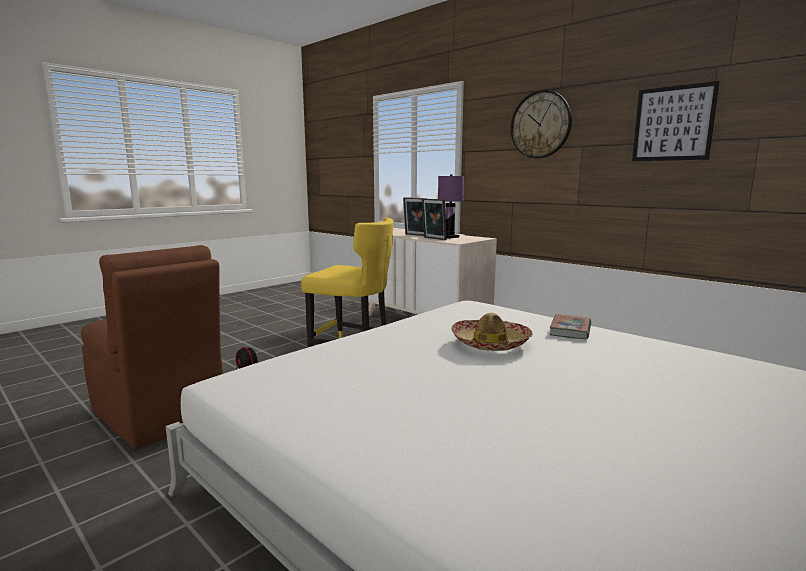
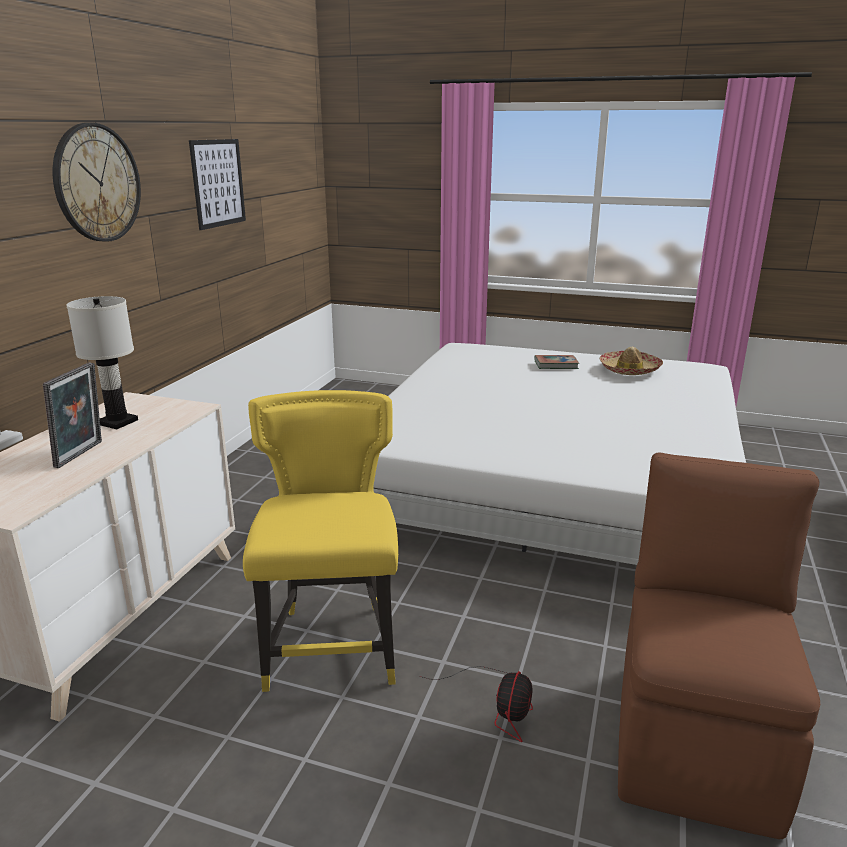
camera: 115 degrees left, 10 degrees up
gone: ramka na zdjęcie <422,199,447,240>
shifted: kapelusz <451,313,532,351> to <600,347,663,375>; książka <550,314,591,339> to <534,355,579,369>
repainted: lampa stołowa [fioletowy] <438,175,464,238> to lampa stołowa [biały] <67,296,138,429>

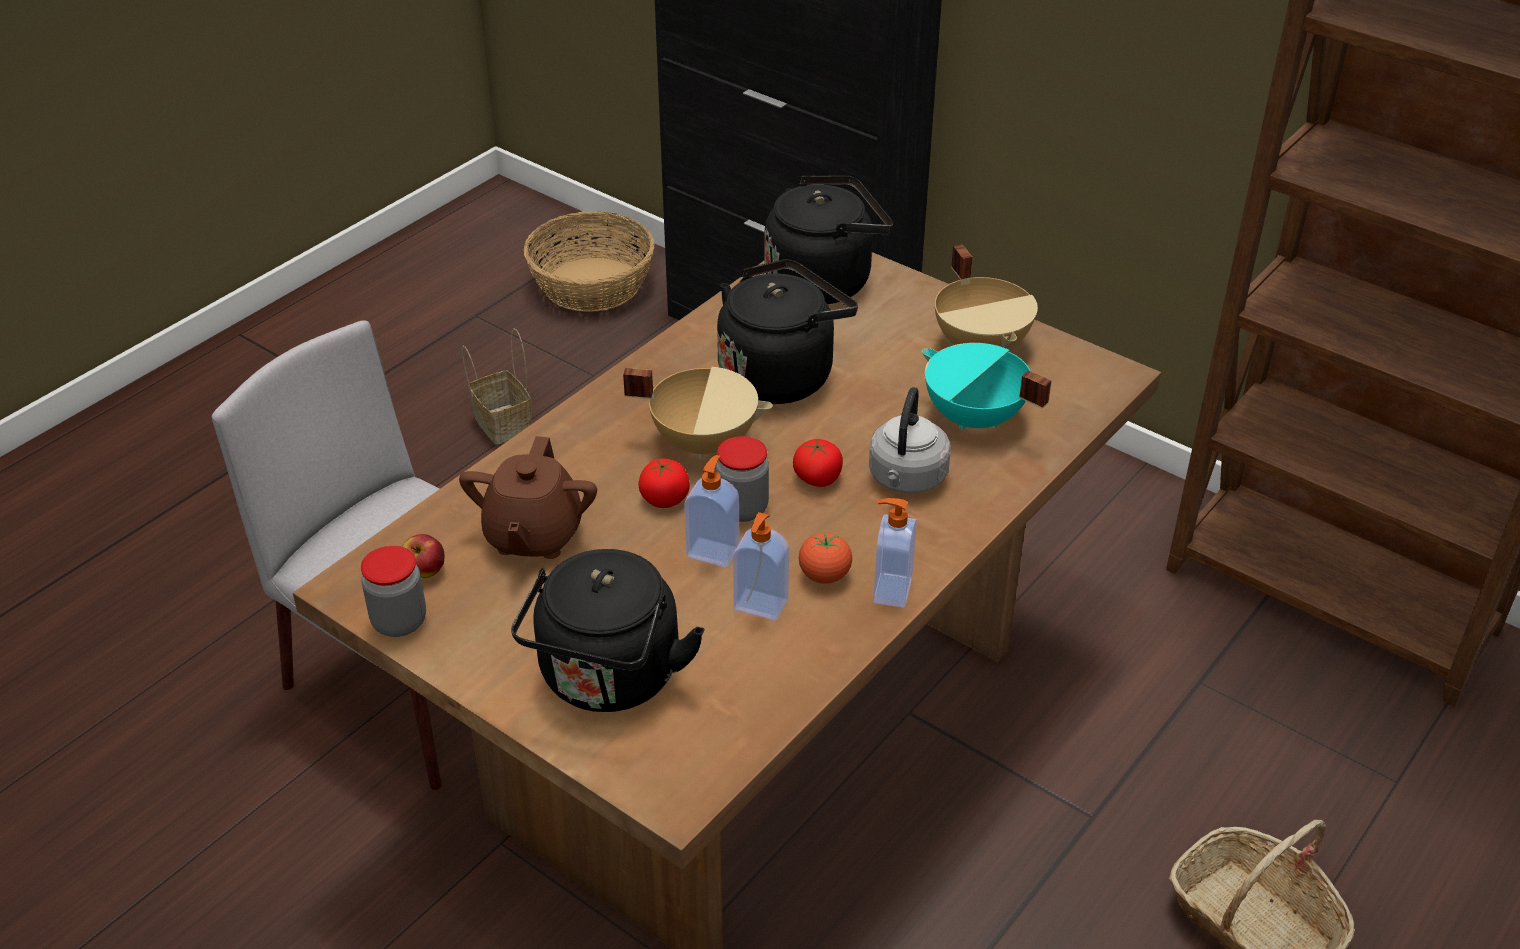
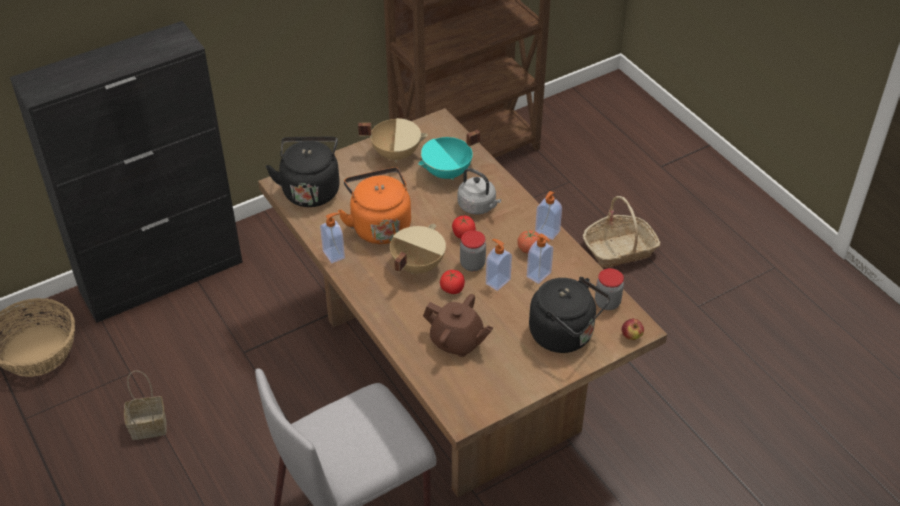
camera: 70 degrees left, 5 degrees up
new: dozownik mydła <320,213,345,263>
shifted: słoik <361,546,426,637> to <595,268,624,310>; jabłko <402,534,445,578> to <622,319,644,340>
repainted: czajnik [czarny] <717,259,858,404> to czajnik [pomarańczowy] <338,167,411,244>

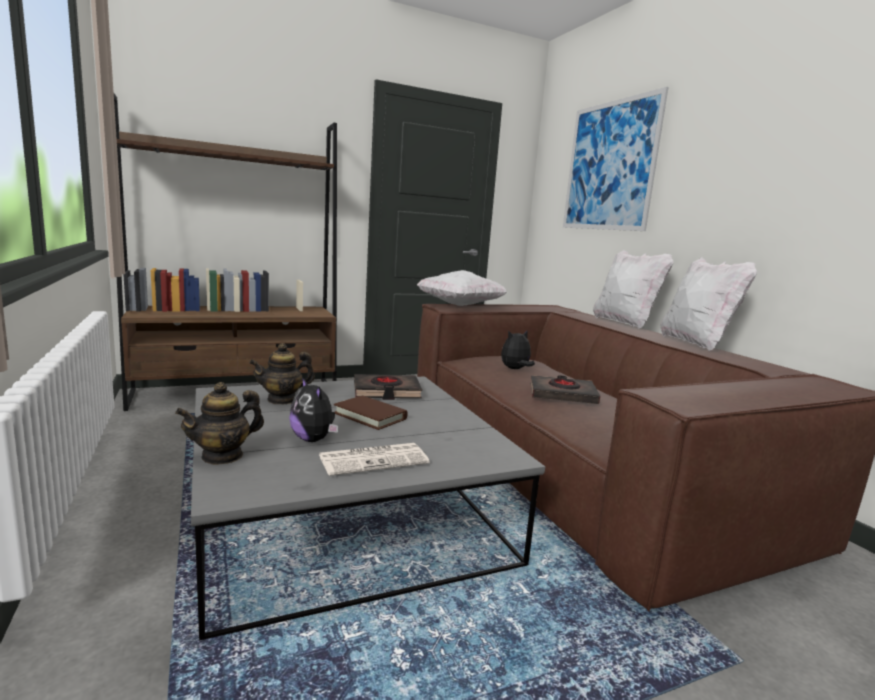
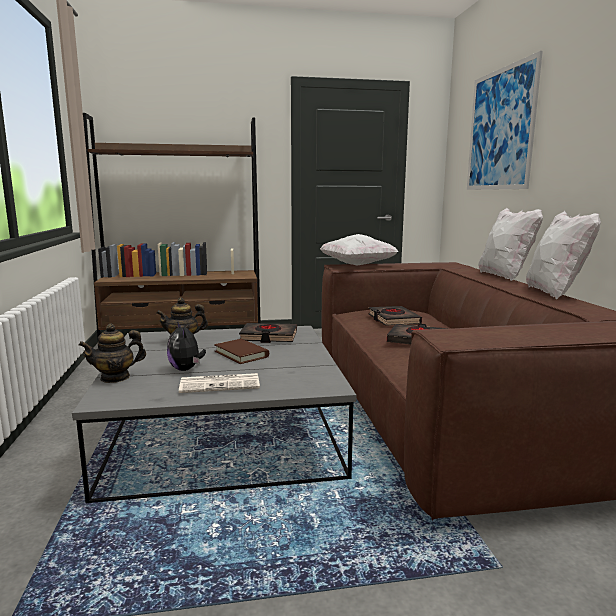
camera: 15 degrees right, 0 degrees up
swapped: pluszak <501,330,535,369> to książka [czarny] <368,306,422,326>

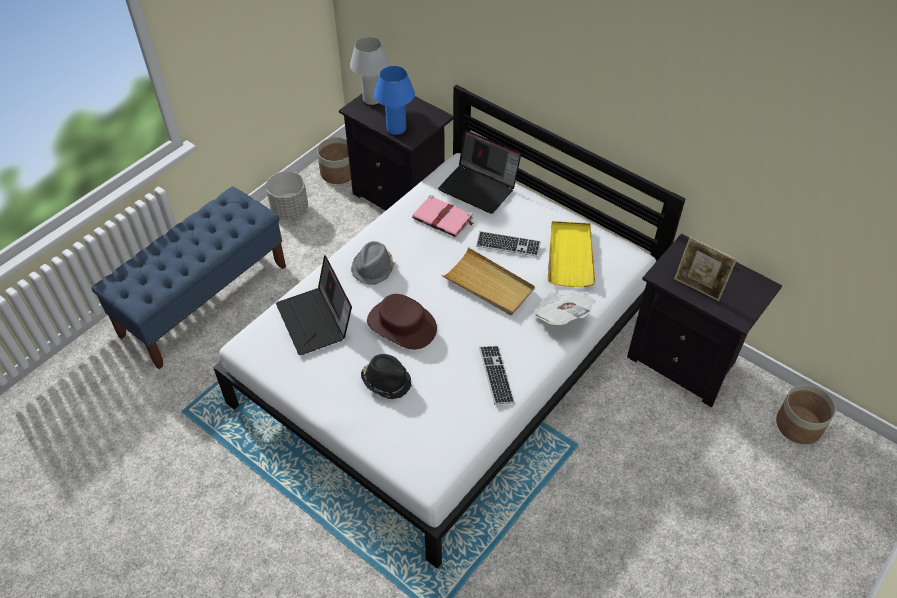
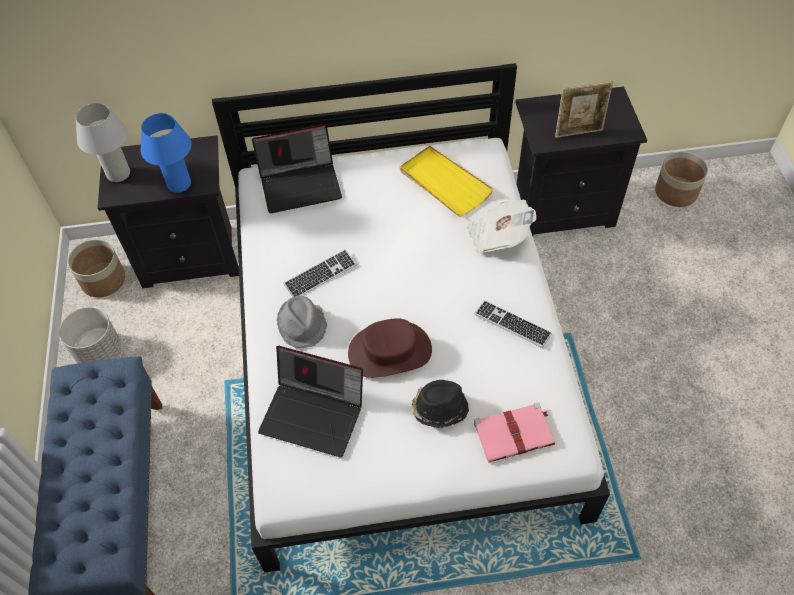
camera: 45 degrees left, 5 degrees up
gone: taca [beżowy] <441,247,535,316>
shifted: książka [różowy] <412,195,474,238> to <474,403,555,462>; klawiatura <476,231,541,257> to <283,249,357,297>

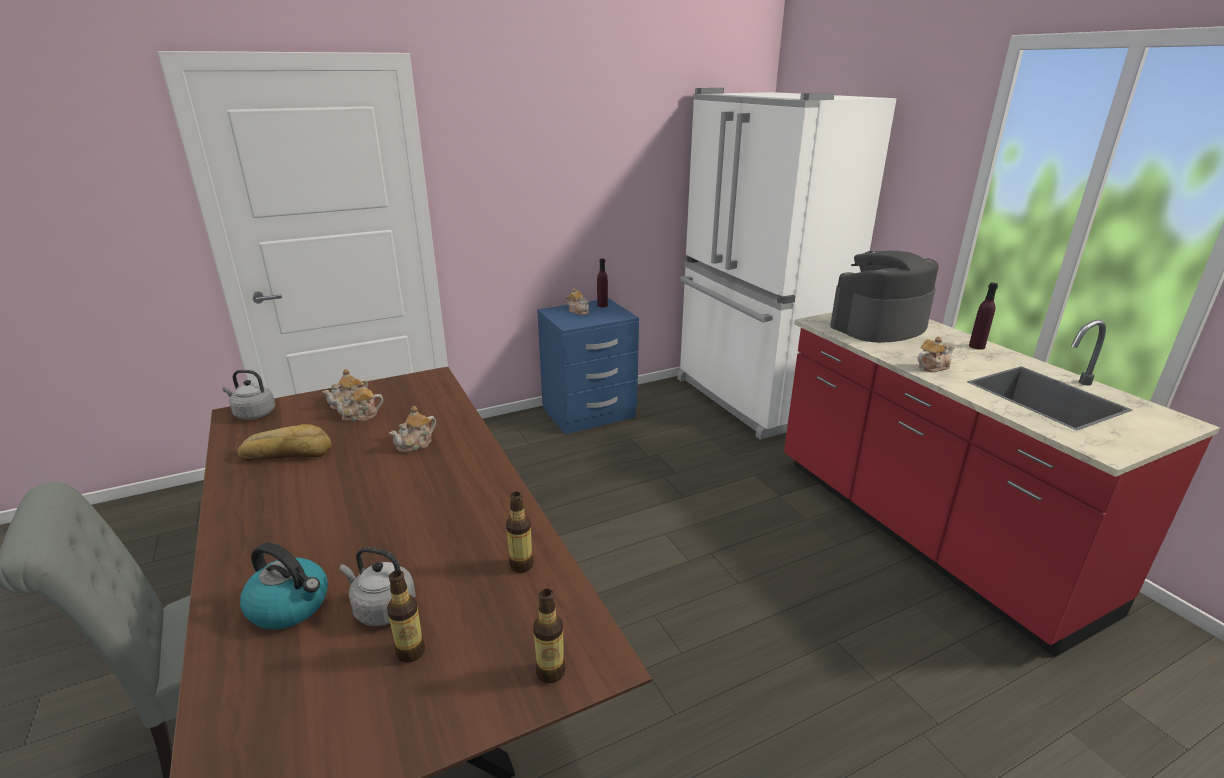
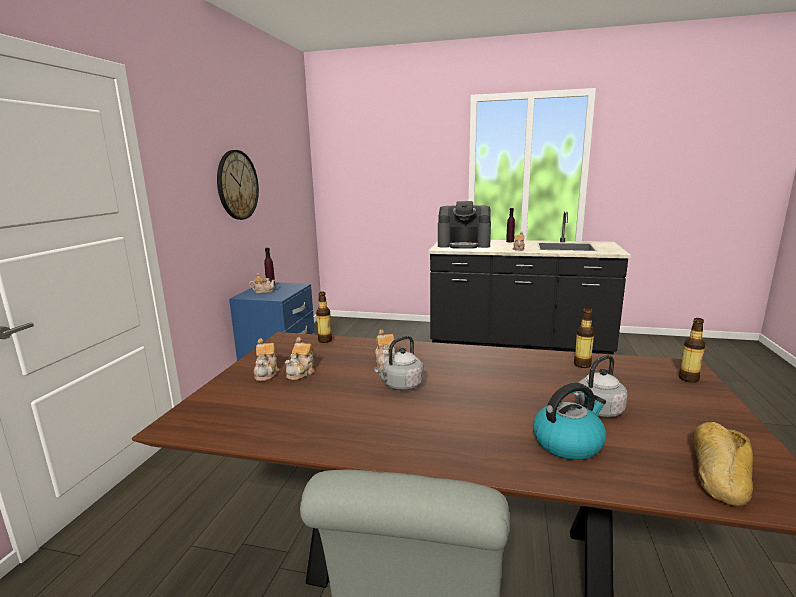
camera: 50 degrees left, 10 degrees down
gone: lodówka [biały] <677,88,897,440>
new: zegar ścienny <217,150,259,220>
shifted: czajnik [szary] <223,370,275,420> to <374,336,424,390>; chleb <237,424,332,461> to <694,422,753,507>; butelka <387,570,425,663> to <316,292,332,343>
repainted: zabudowa kuchenna [czerwony] <784,312,1220,657> to zabudowa kuchenna [czarny] <429,210,631,355>
rotated: ekspres do kawy <830,251,939,343> = <438,201,491,249> 90 degrees counterclockwise

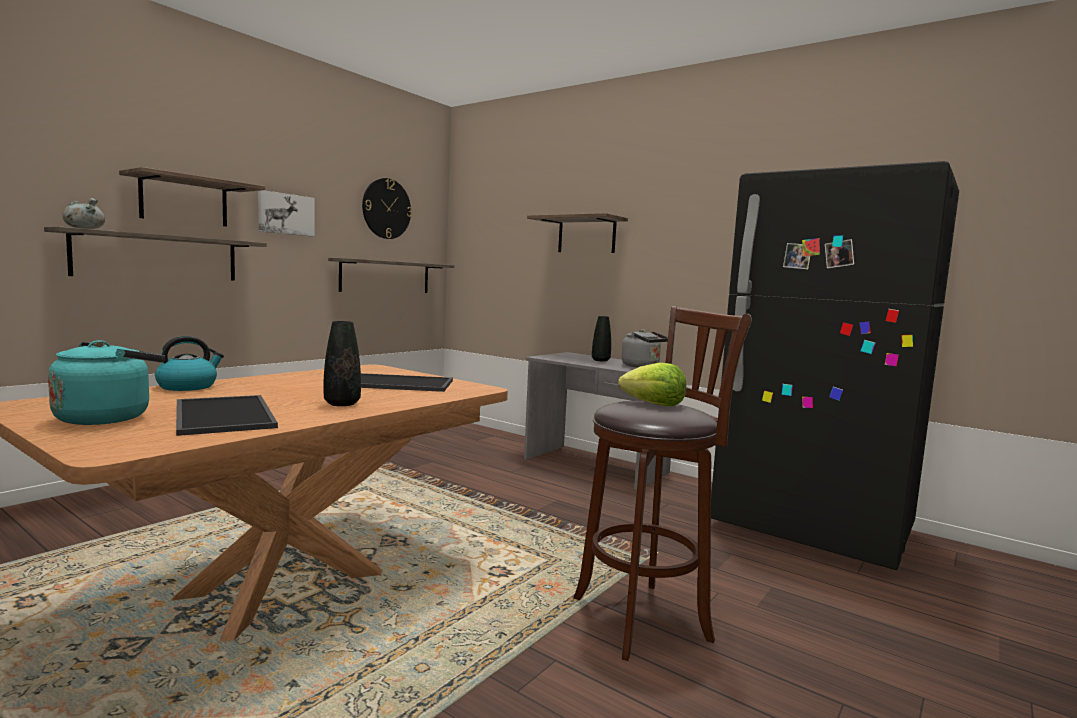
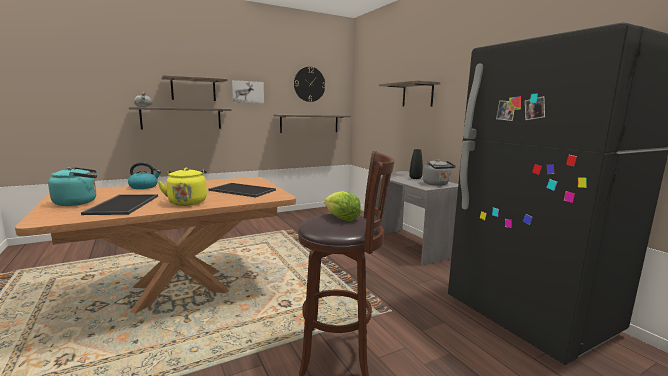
camera: 25 degrees right, 5 degrees up
swapped: wazon [czarny] <323,321,361,406> to czajnik [żółty] <157,168,207,206>

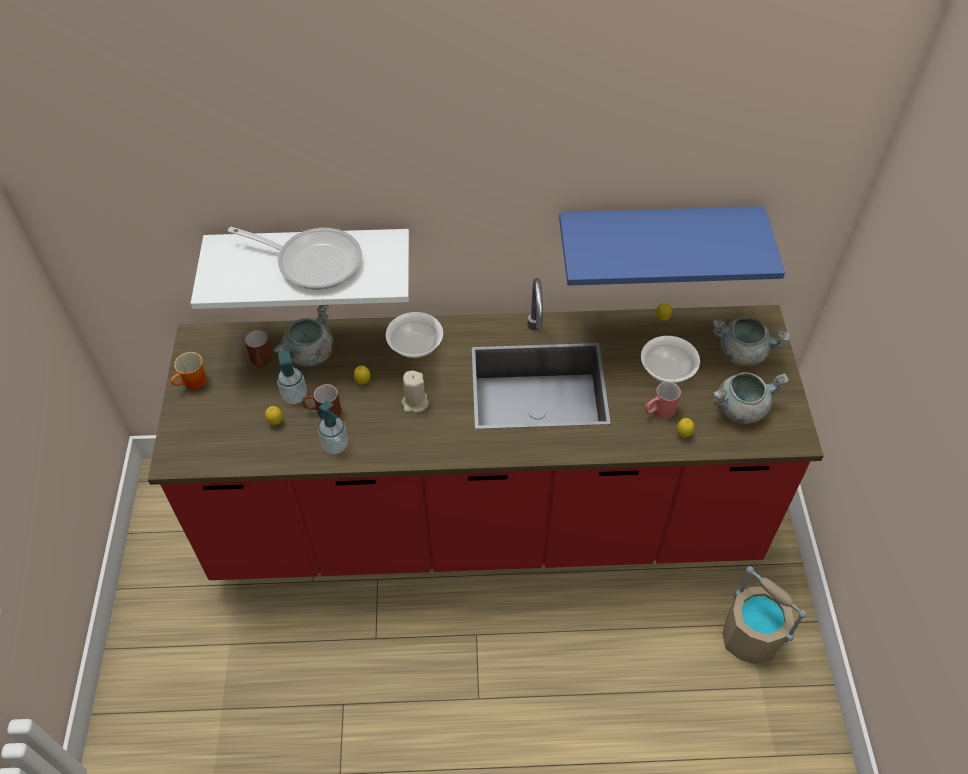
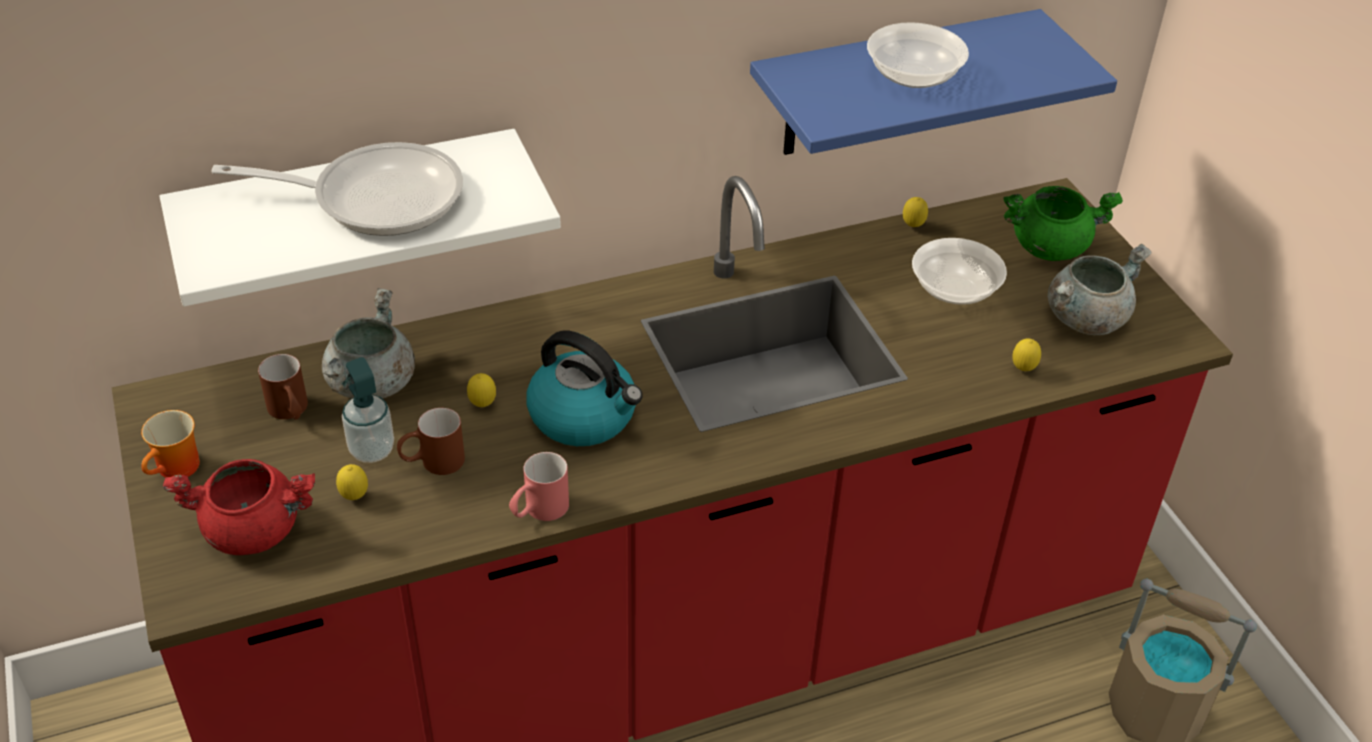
camera: 20 degrees left, 10 degrees down
gone: dozownik mydła <318,401,348,454>
new: garnek [czerwony] <163,459,315,555>
shifted: miska <386,312,443,358> to <867,22,969,88>; kubek [czerwony] <644,382,681,418> to <509,452,569,521>
swapped: świeca [beżowy] <402,371,429,413> to czajnik <526,330,643,446>
repainted: garnek [szary] <712,317,790,366> to garnek [zielony] <1003,186,1123,261>

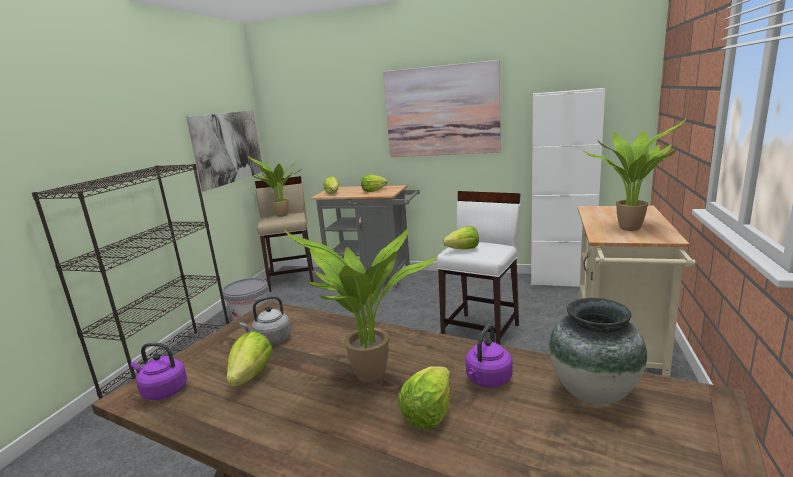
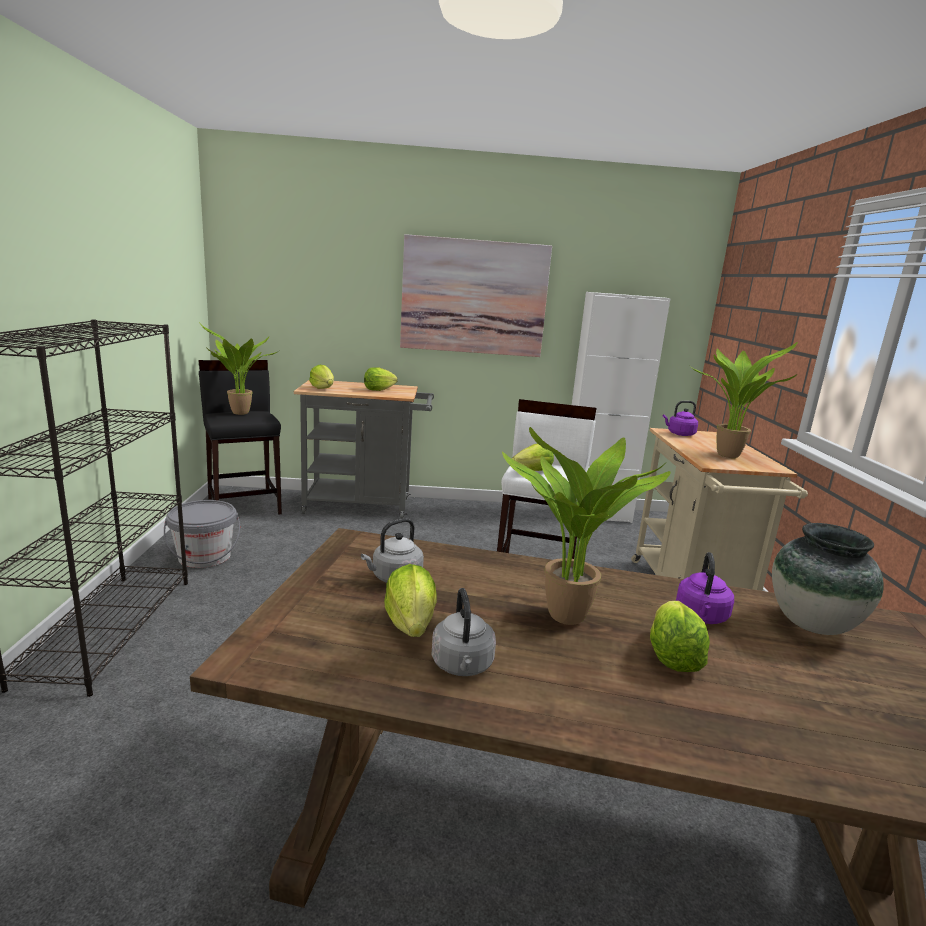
camera: 20 degrees left, 0 degrees up
gone: obraz <186,110,263,192>
new: czajnik [szary] <431,588,496,676>
shifted: czajnik [fioletowy] <131,343,187,400> to <663,401,698,436>
repainted: stołek [beżowy] <255,176,313,292> to stołek [czarny] <198,360,282,515>

